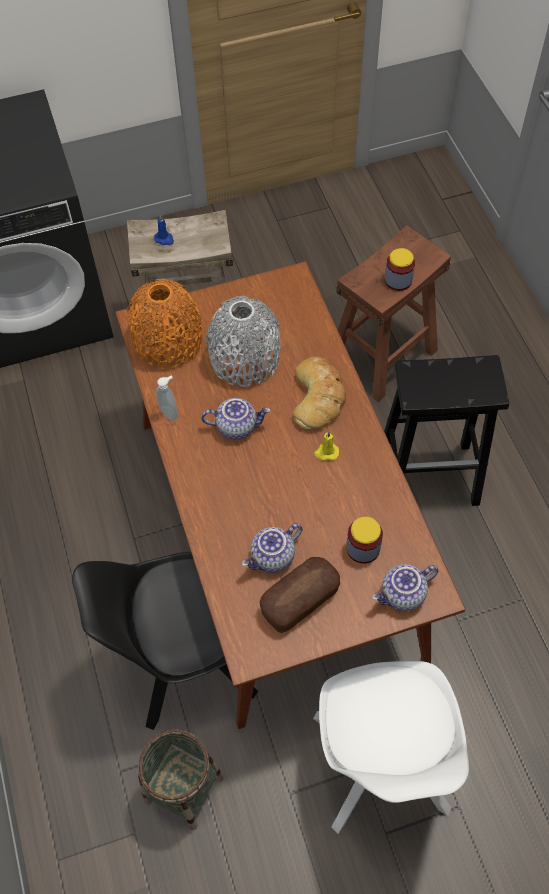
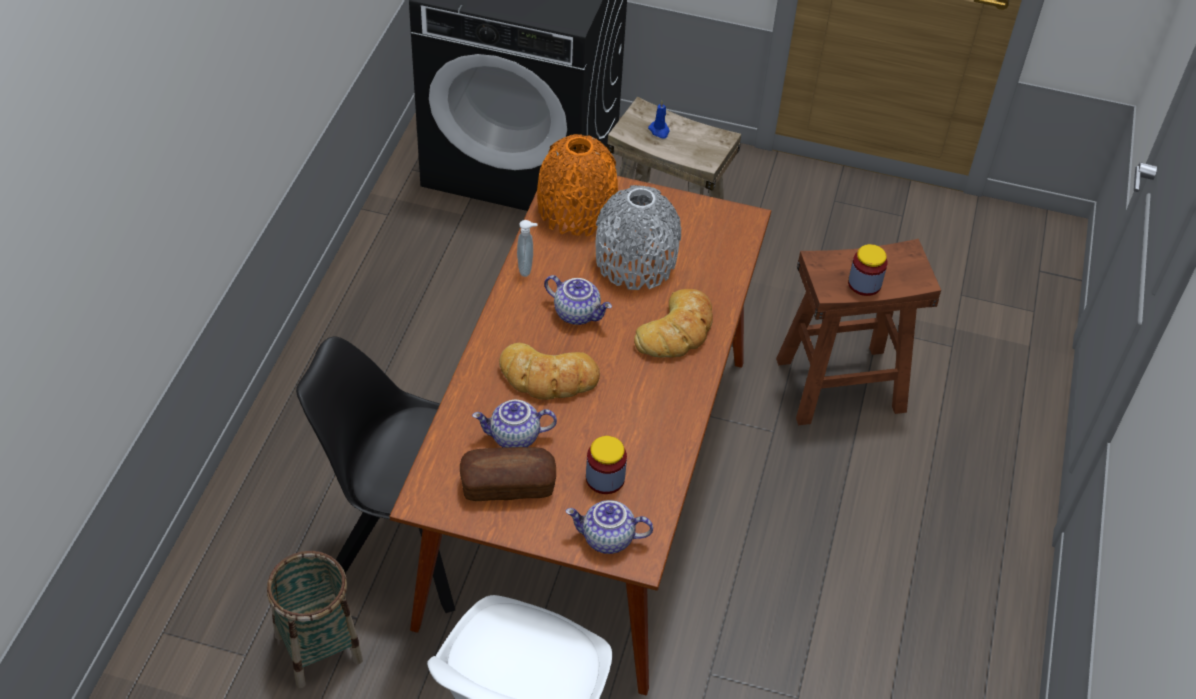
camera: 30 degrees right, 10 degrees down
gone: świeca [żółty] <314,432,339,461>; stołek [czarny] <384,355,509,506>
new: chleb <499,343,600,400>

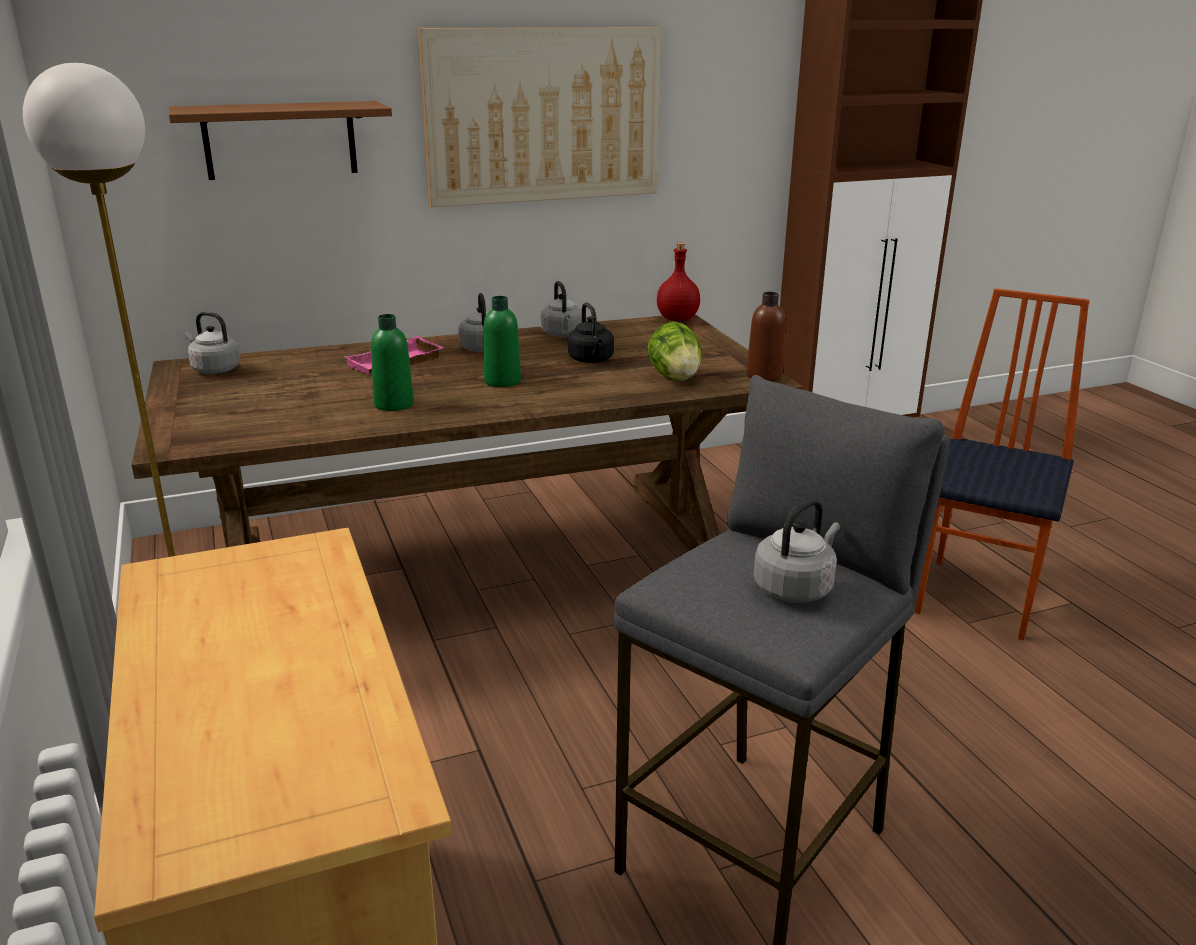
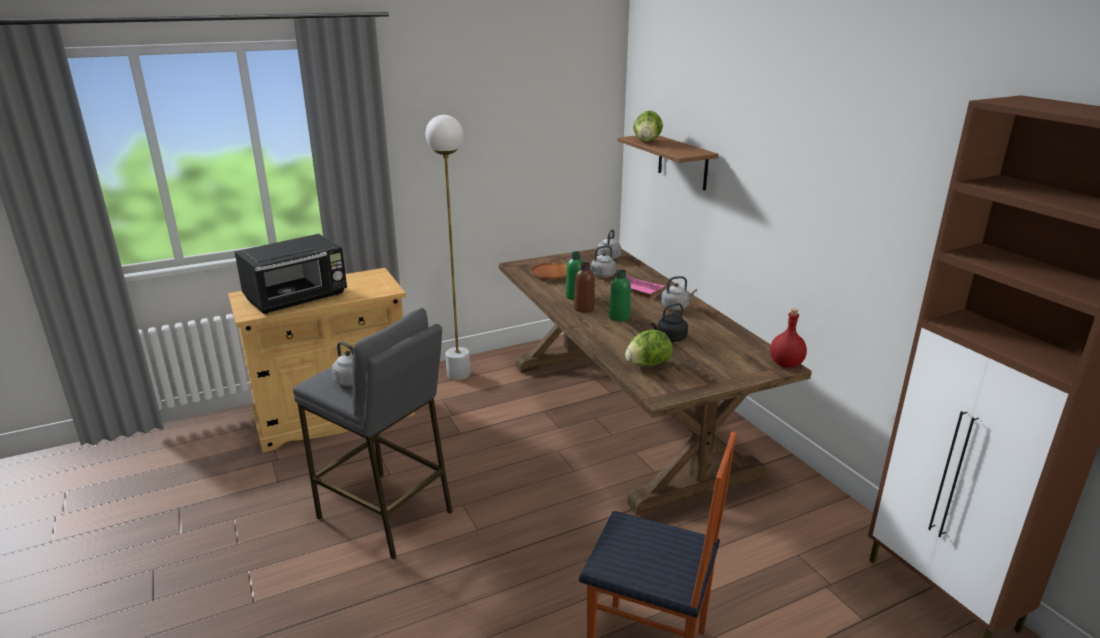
camera: 85 degrees right, 0 degrees up
gone: obraz <418,27,661,207>
new: mikrofalówka [czarny] <234,234,347,314>; talerz [brązowy] <530,262,567,280>; sałata <633,110,663,142>
shifted: czajnik [szary] <541,281,582,337> to <585,245,616,278>; butelka [brązowy] <746,292,786,381> to <574,262,595,313>

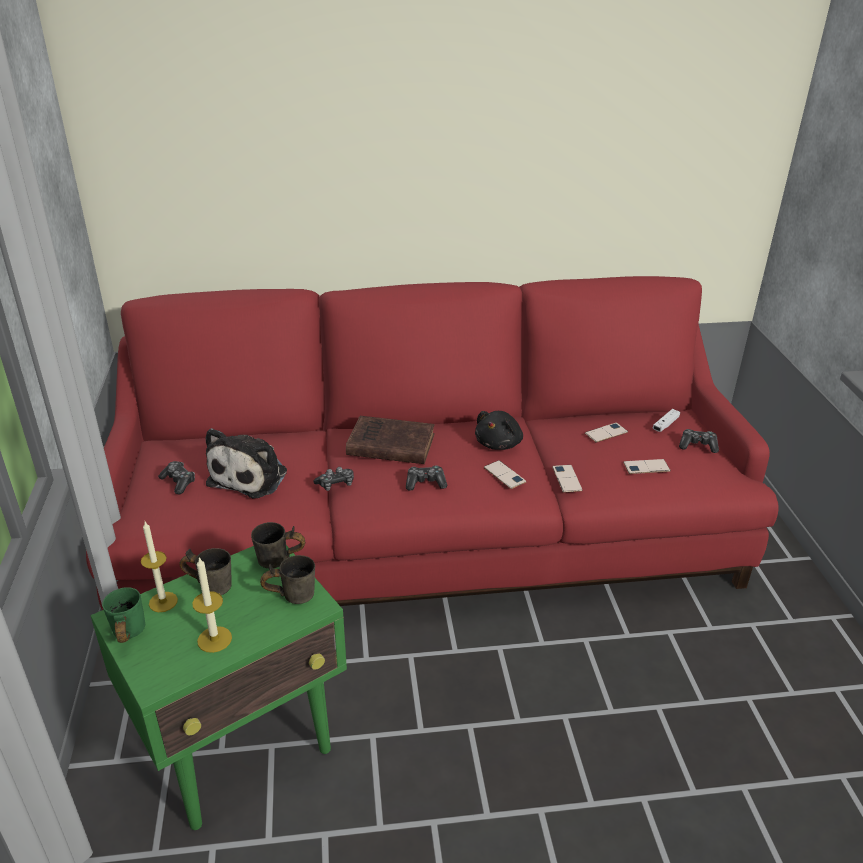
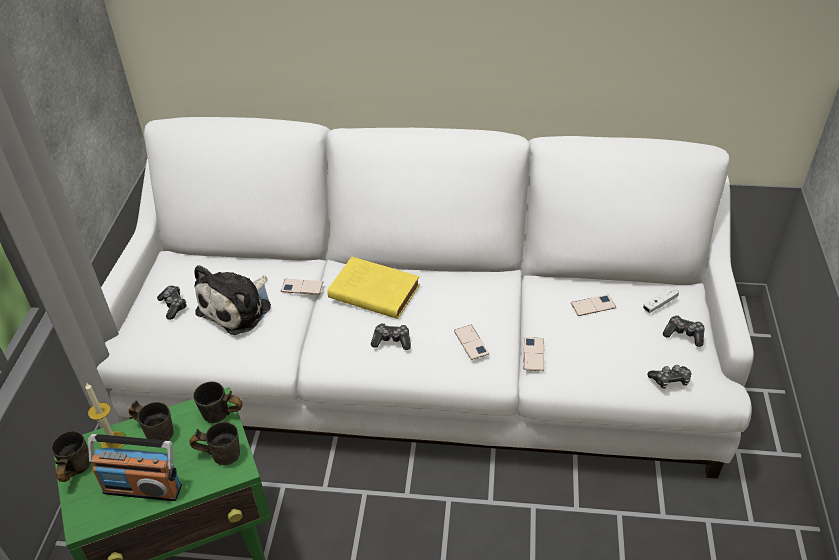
camera: 15 degrees right, 10 degrees up
gone: pluszak [czarny] <475,411,523,450>
shifted: pad do gier <314,467,354,491> to <647,365,691,389>; telefon <623,459,671,474> to <281,279,323,295>
swapped: świeca <192,557,232,653> to radio <88,434,182,501>
repainted: kanapa [czerwony] <86,276,778,610> to kanapa [biały] <97,117,754,479>; kubek [zielony] <102,587,145,643> to kubek [szary] <51,431,91,482>; książka [brązowy] <346,416,435,464> to książka [żółty] <327,257,420,319>

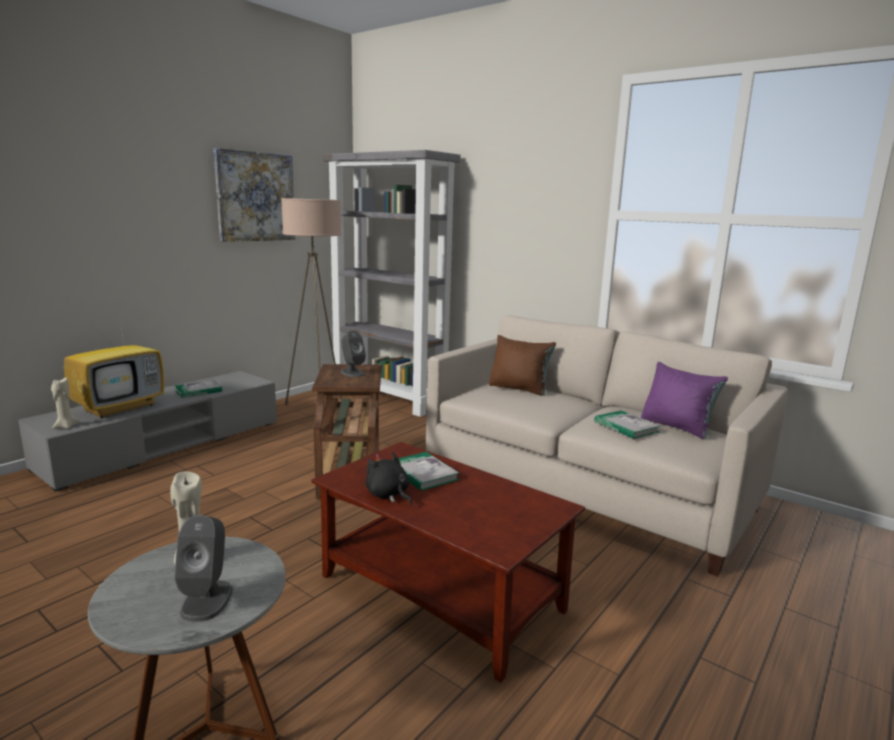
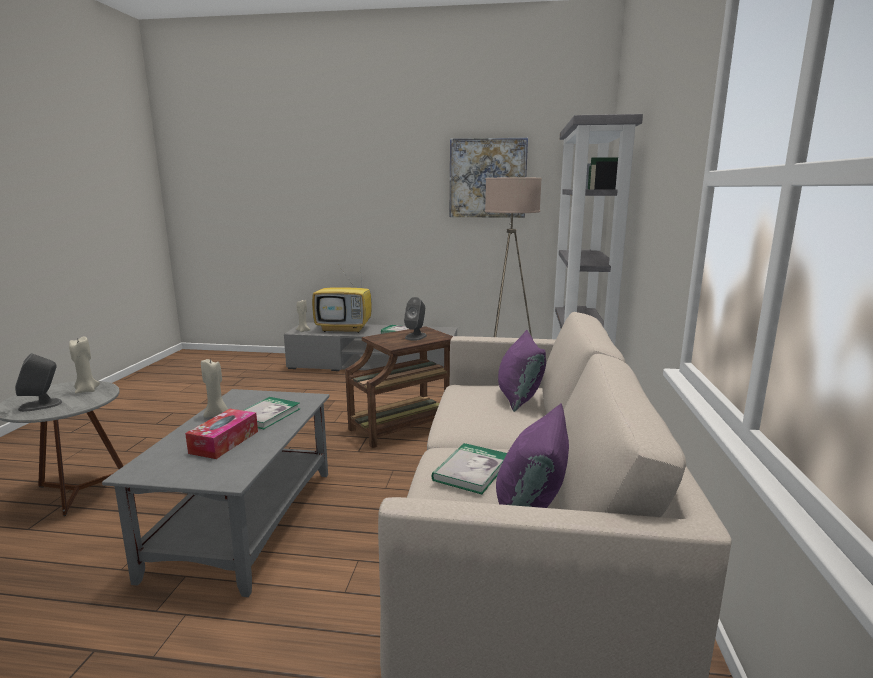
camera: 60 degrees right, 0 degrees up
new: pudełko chusteczek <185,409,258,459>
swapped: pluszak [czarny] <365,452,412,505> to świeca [beżowy] <201,359,228,418>
repainted: ława [brązowy] <311,442,585,683> to ława [szary] <102,389,330,597>; poduszka [brązowy] <489,335,556,396> to poduszka [fioletowy] <498,330,546,412>

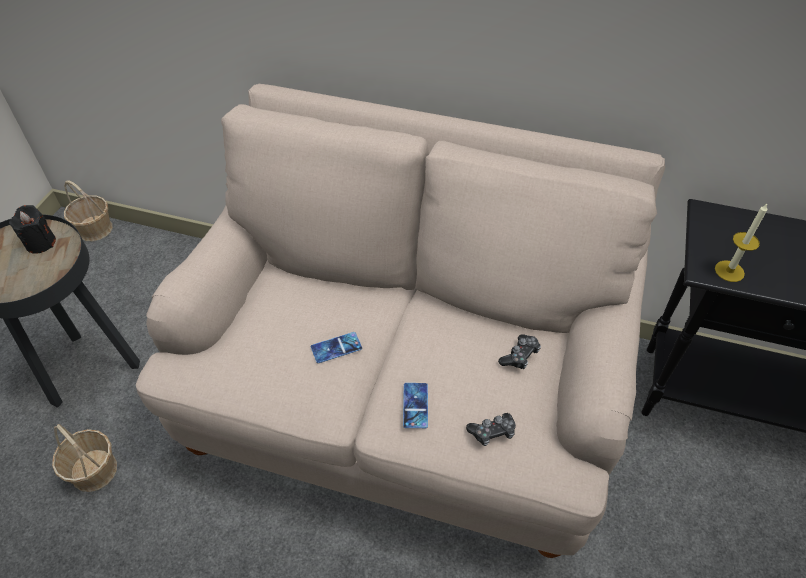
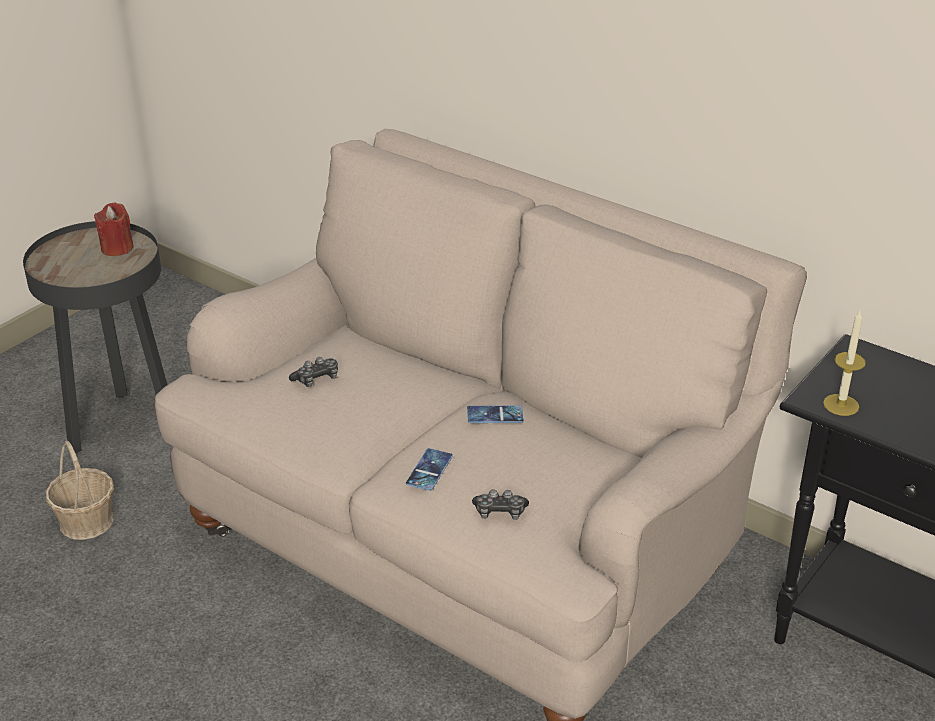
camera: 20 degrees right, 15 degrees down
gone: koszyk <64,180,113,241>
shifted: telefon <311,332,362,363> to <467,405,524,423>; pad do gier <498,334,541,369> to <289,357,338,387>
repainted: świeca [czarny] <9,205,56,254> to świeca [czerwony] <94,203,134,256>

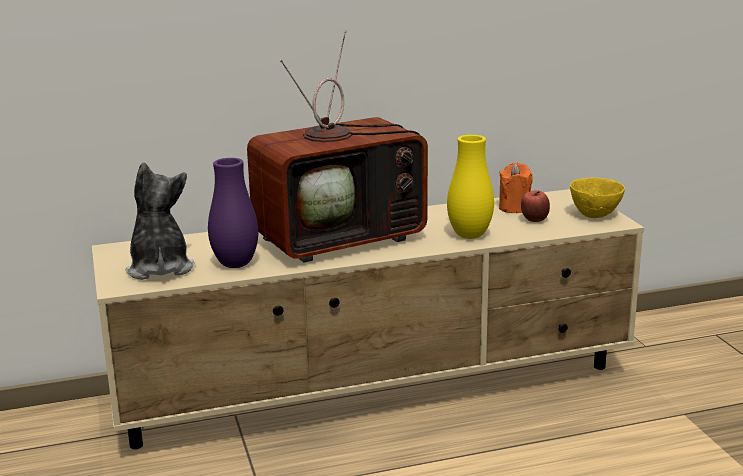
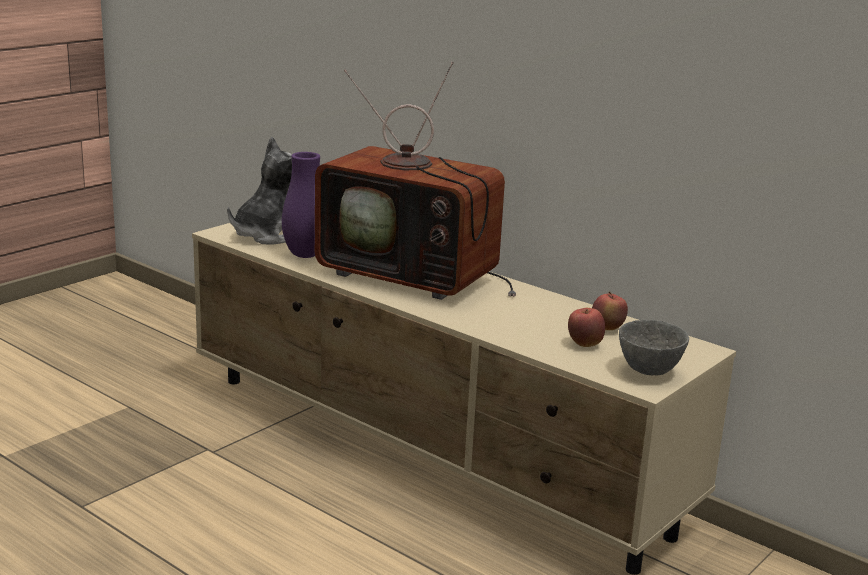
camera: 55 degrees right, 0 degrees up
gone: wazon [żółty] <447,135,494,239>
swapped: świeca [pomarańczowy] <499,162,533,213> to jabłko <592,292,628,330>
repainted: miska [żółty] <570,177,625,218> to miska [szary] <619,320,689,376>

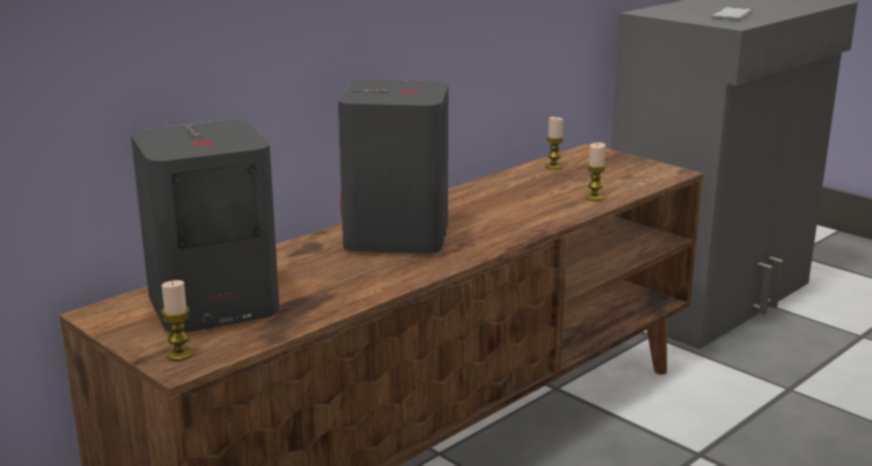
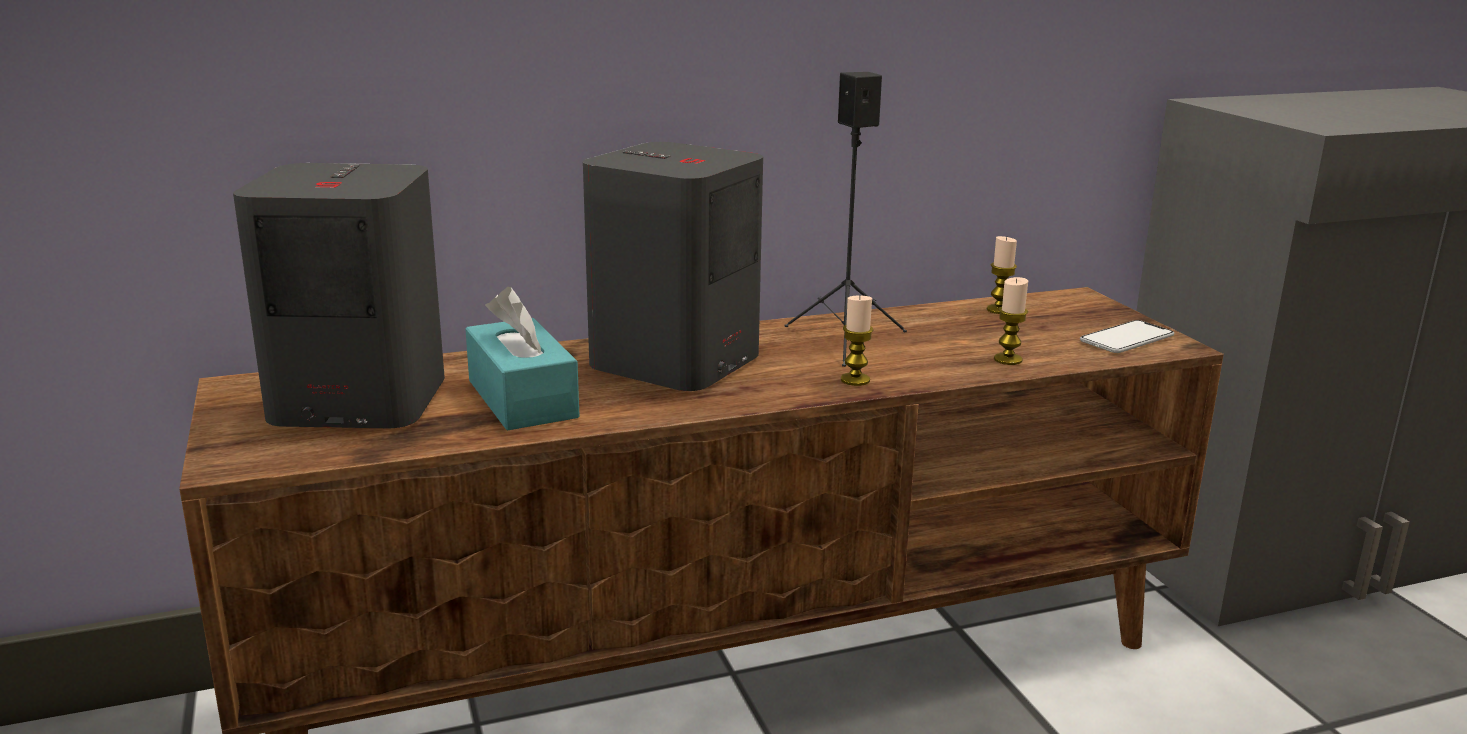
camera: 25 degrees right, 0 degrees up
new: pudełko chusteczek [turkusowy] <465,287,580,431>; głośnik [czarny] <784,72,907,367>
shifted: świeca <161,280,194,361> to <841,296,873,386>; telefon <711,7,753,20> to <1080,320,1174,353>

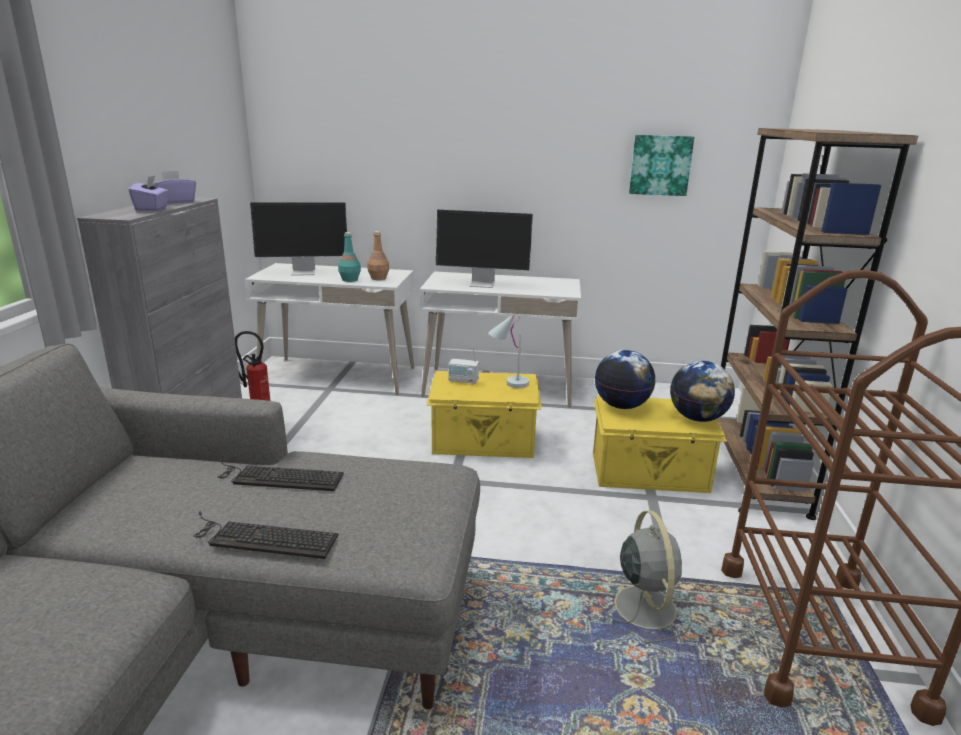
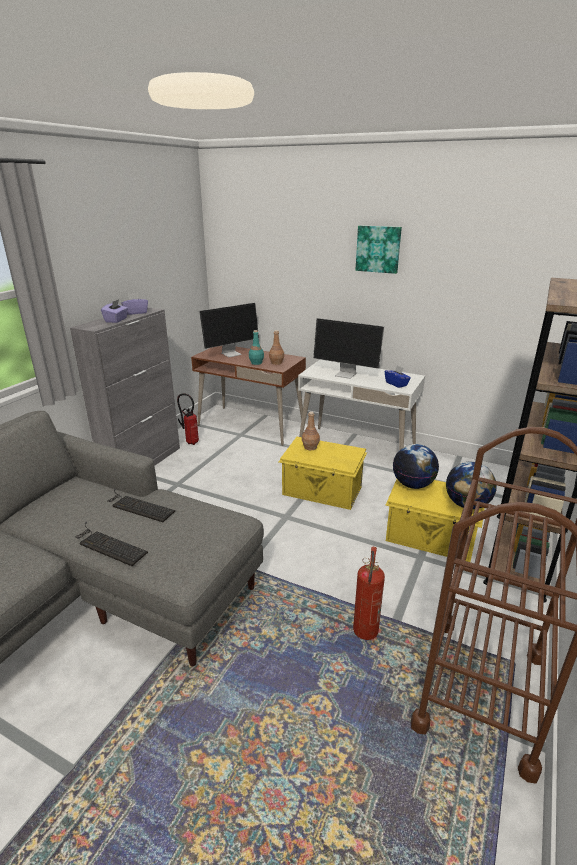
camera: 20 degrees right, 5 degrees up
gone: lampa stołowa [biały] <488,314,529,388>
new: pudełko chusteczek [niebieski] <385,365,411,388>
shifted: obraz <629,135,694,196> to <355,225,402,274>
swapped: radio <449,347,479,384> to butelka [brązowy] <302,412,320,450>; wentylator [szary] <601,511,692,644> to gaśnica <353,547,385,640>
repainted: biurko [biały] <245,263,414,395> to biurko [brązowy] <191,346,306,446>
rotated: monitor <250,202,347,276> = <199,303,259,357> 45 degrees counterclockwise

